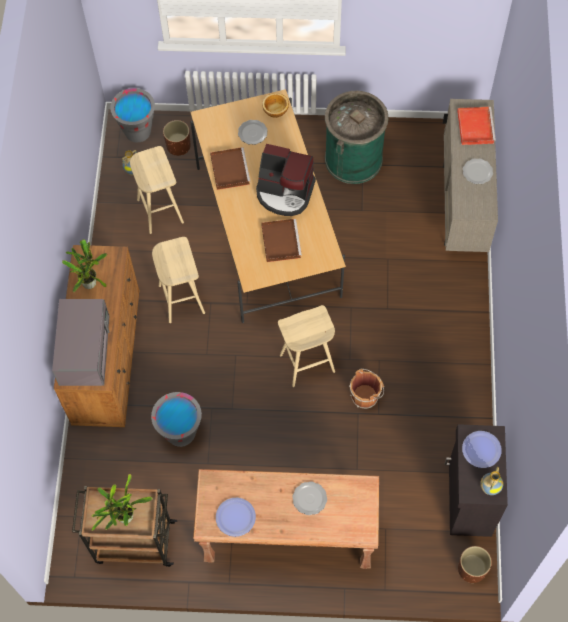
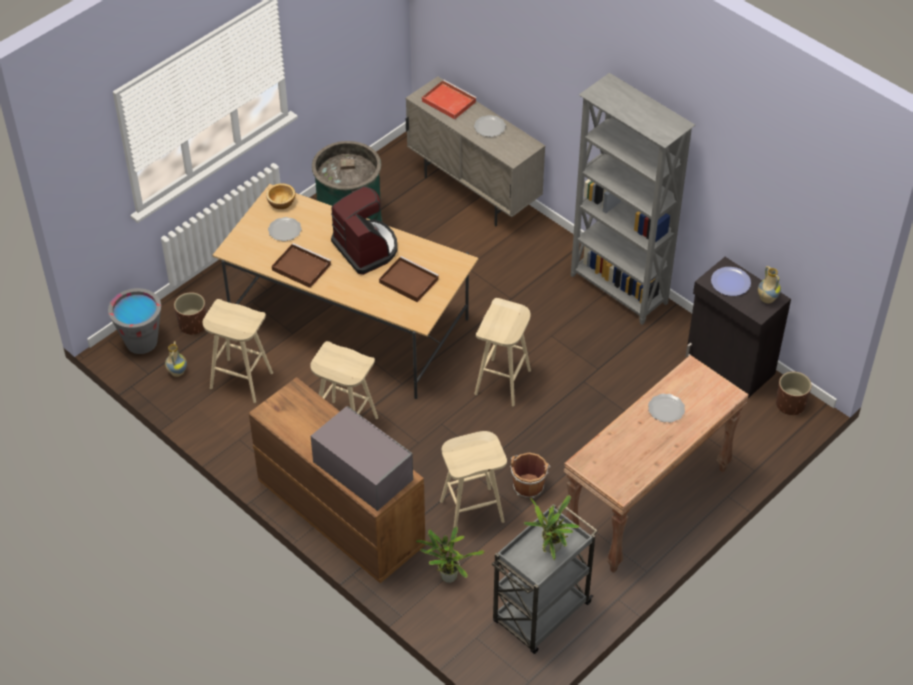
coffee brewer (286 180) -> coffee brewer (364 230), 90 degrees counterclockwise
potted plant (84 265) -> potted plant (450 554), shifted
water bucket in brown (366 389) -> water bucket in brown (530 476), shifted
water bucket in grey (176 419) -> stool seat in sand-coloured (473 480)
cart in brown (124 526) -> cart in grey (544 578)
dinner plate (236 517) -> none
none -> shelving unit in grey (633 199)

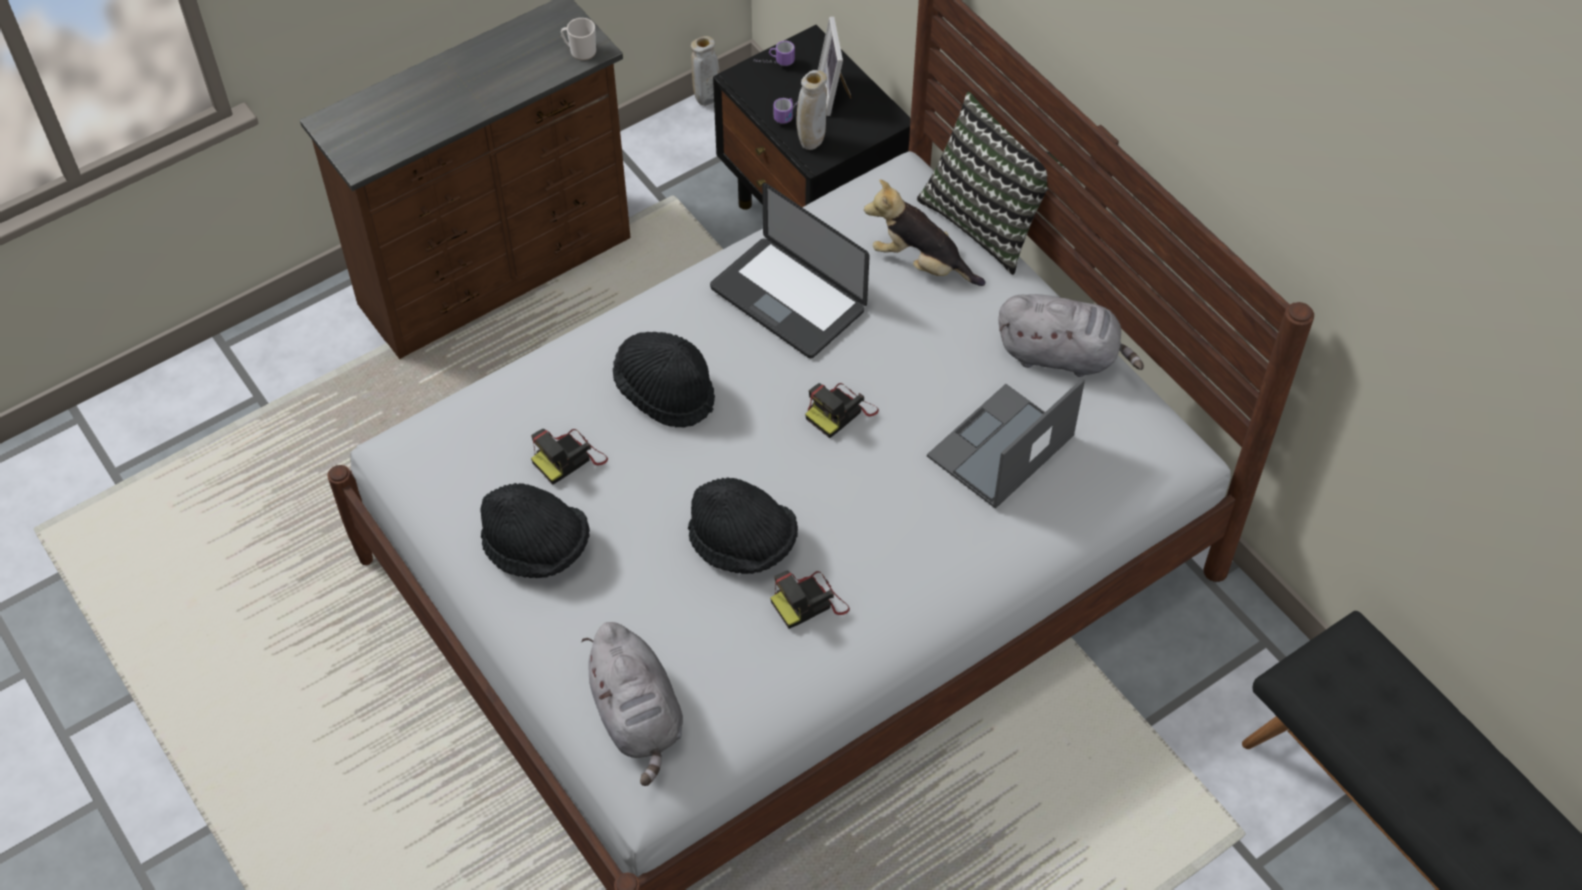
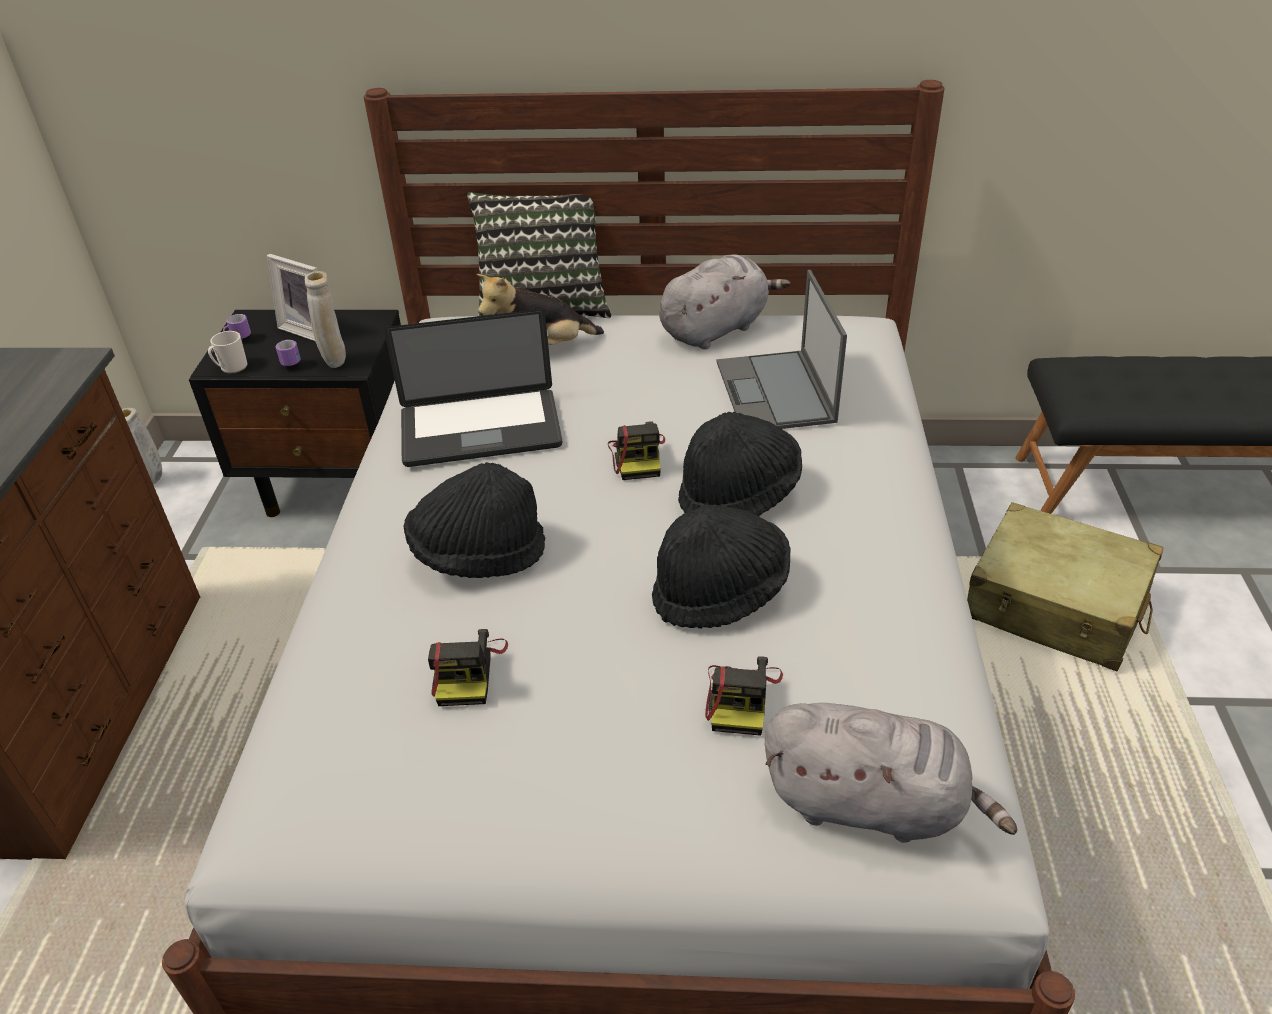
coffee mug (578 39) -> coffee mug (228 352), shifted
clothing hat in black (535 530) -> clothing hat in black (740 464), shifted
still camera (810 600) -> still camera (744 696), shifted
none -> piece of luggage in sand-coloured (1065 586)

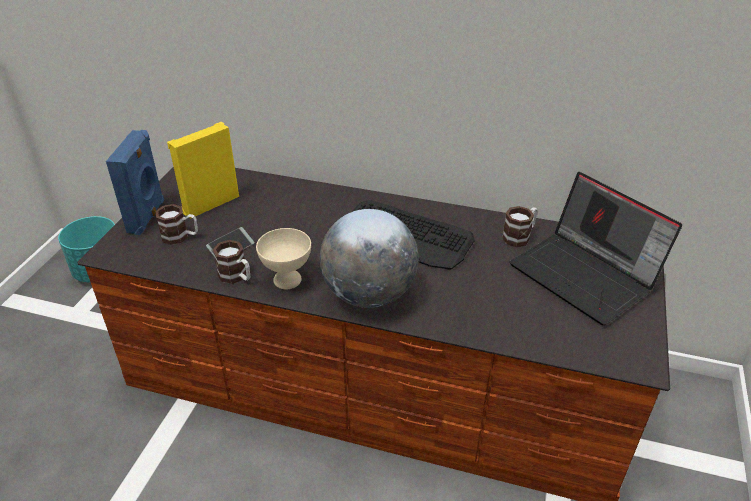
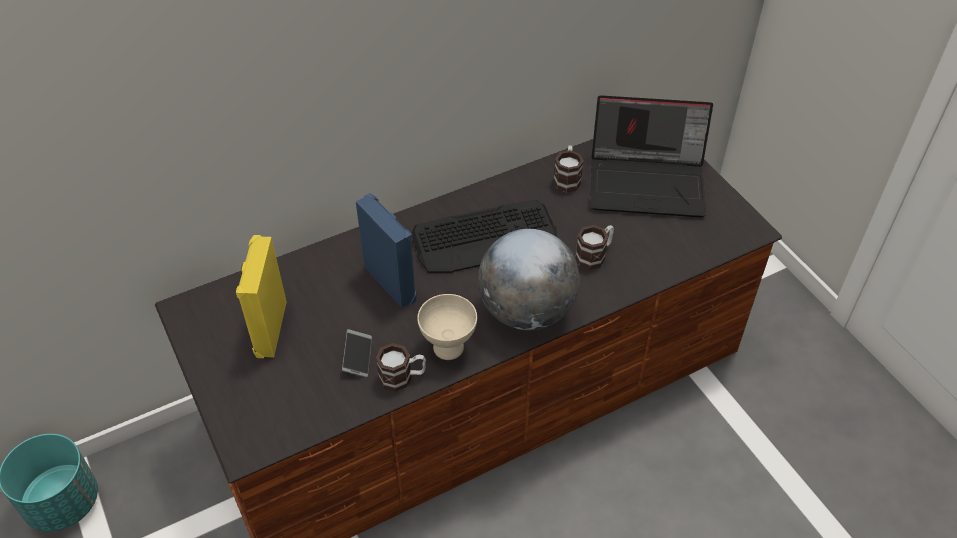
speaker in blue-coloured (135 182) -> speaker in blue-coloured (386 250), shifted
coffee mug (177 224) -> coffee mug (594 247), shifted

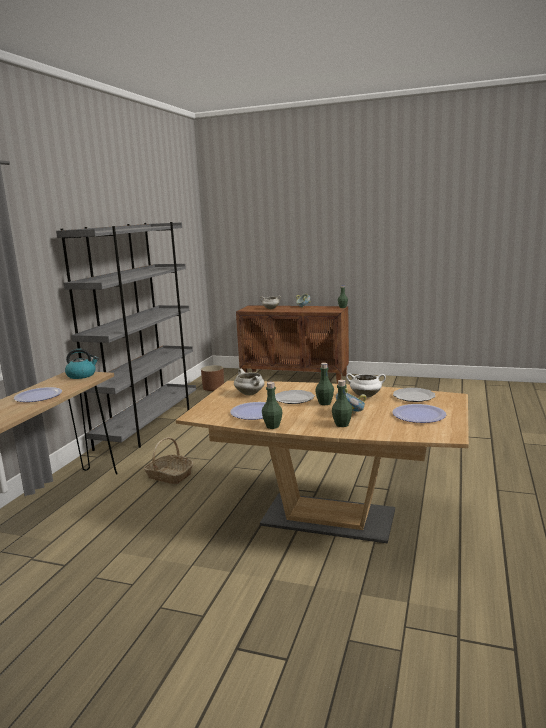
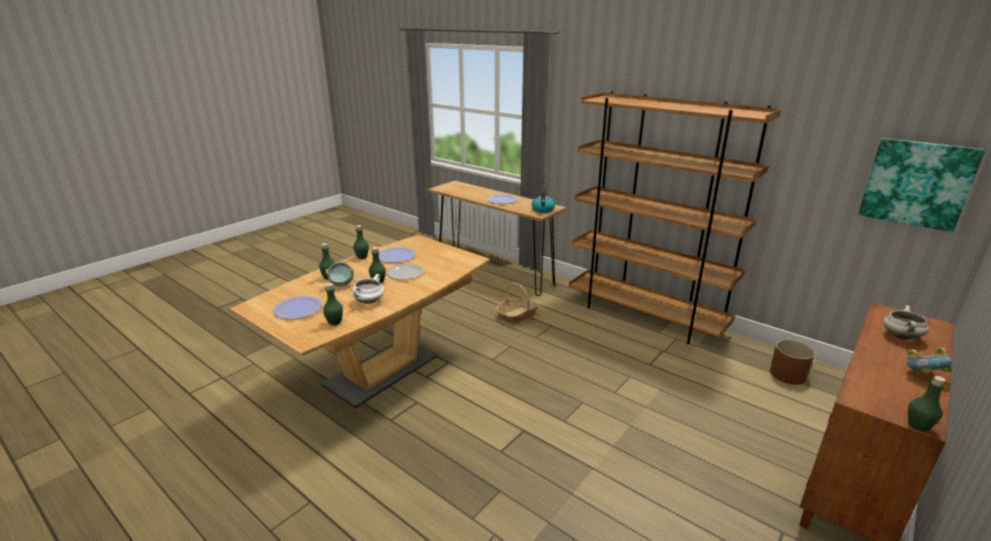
shelving unit in grey (126 336) -> shelving unit in brown (675 217)
saucepot in white-coloured (249 382) -> none
dinner plate (414 395) -> drink bottle in green (333 304)
none -> picture (921 185)

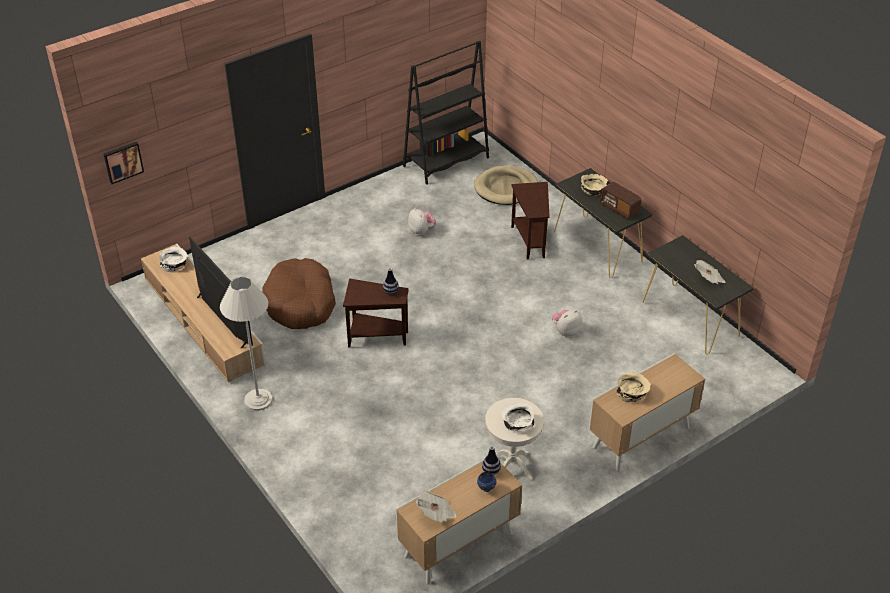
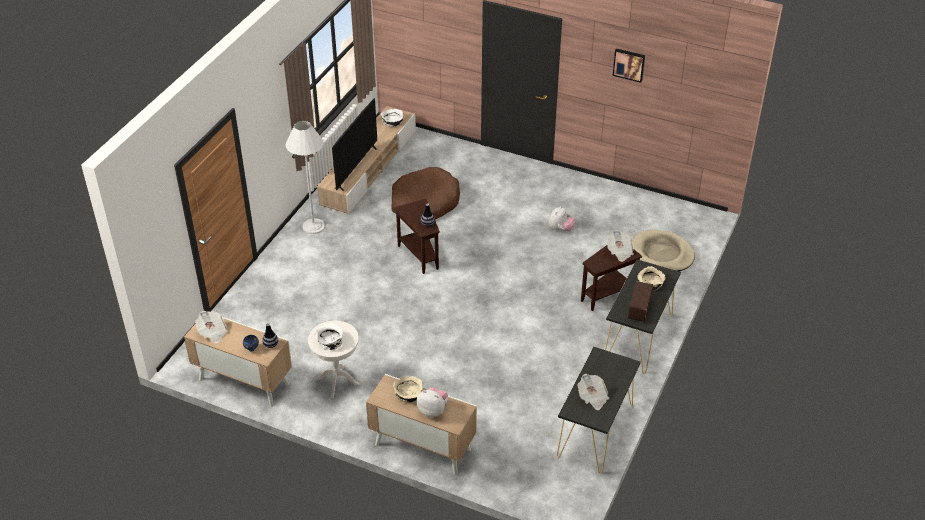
shelving unit in black (446 113) -> none
picture (124 163) -> picture (629 66), shifted
cuddly toy (567 323) -> cuddly toy (432 402), shifted
none -> daily paper (620 246)

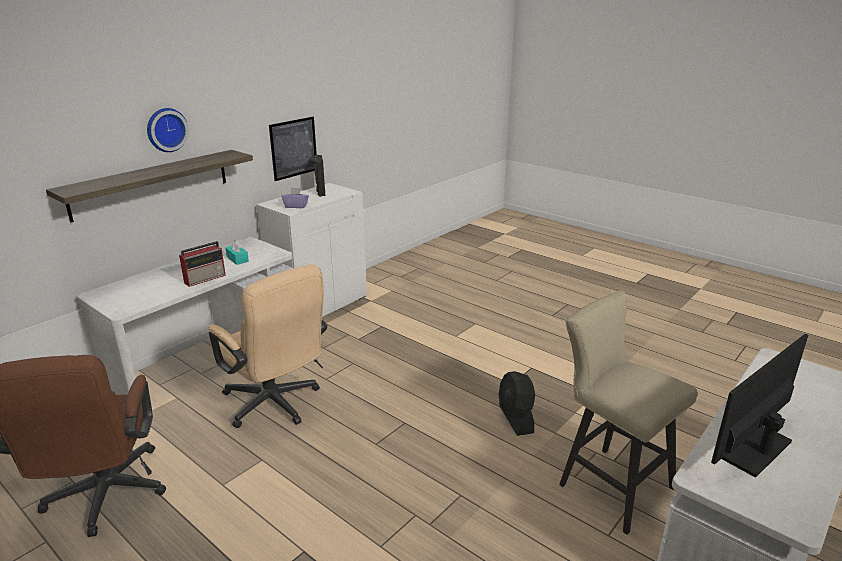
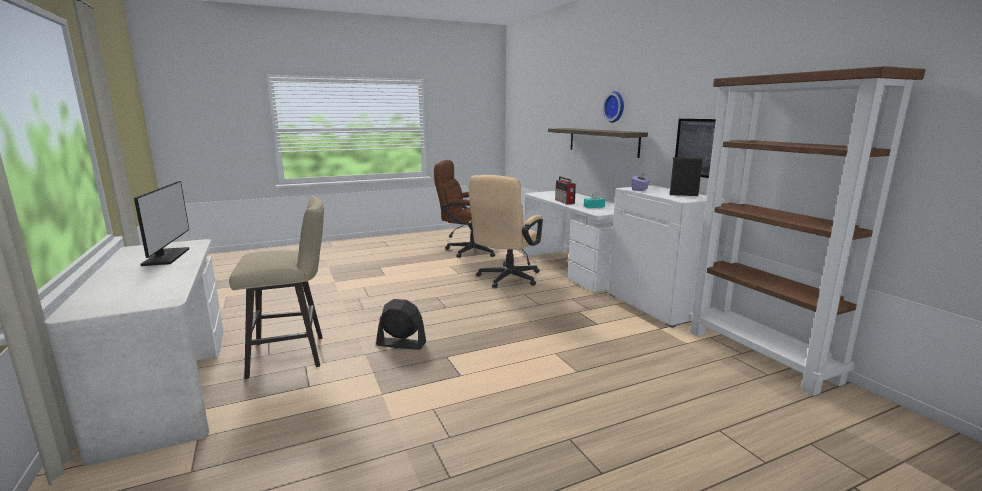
desk chair in sand-coloured (268 346) -> desk chair in sand-coloured (505 231), 45 degrees counterclockwise
none -> shelving unit in brown (807 231)

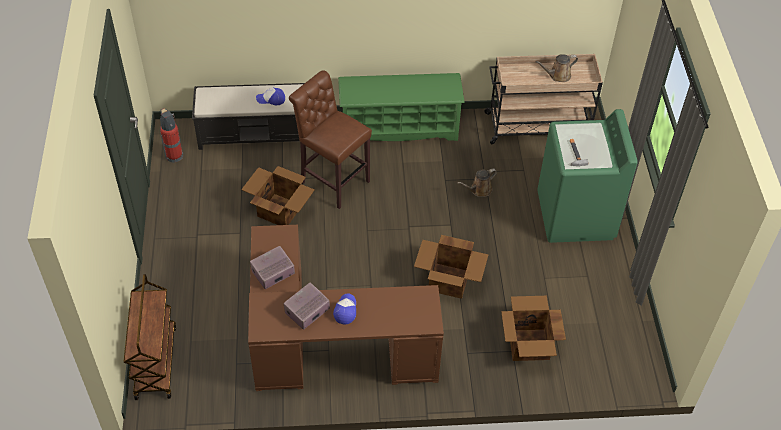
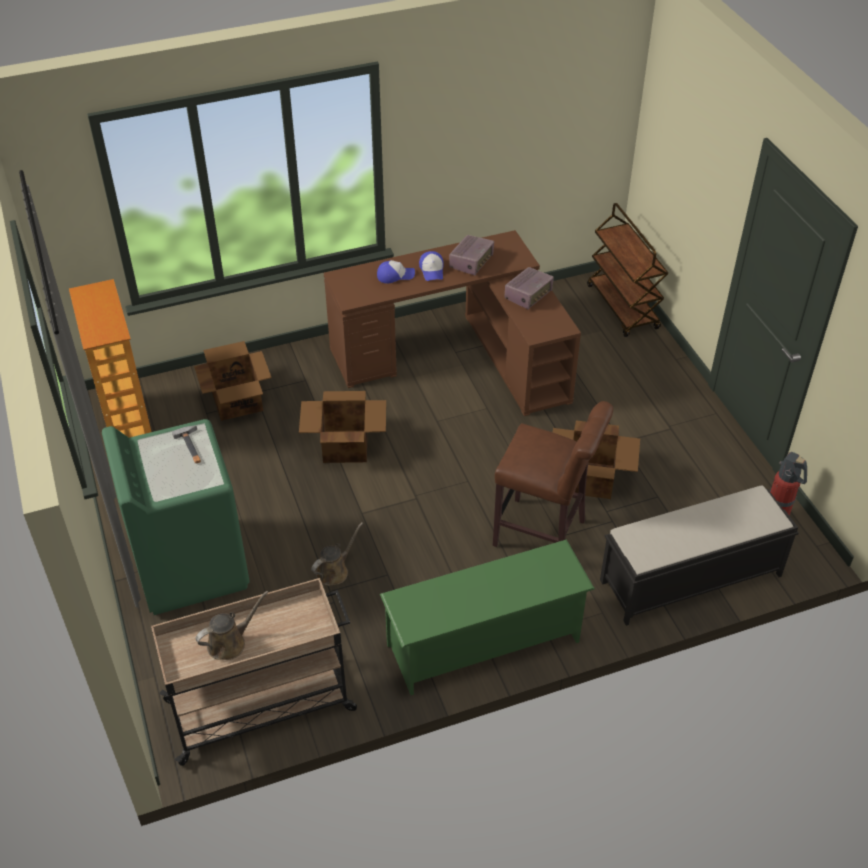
peaked cap (270 96) -> peaked cap (396 271), shifted
none -> shelving unit (110 358)

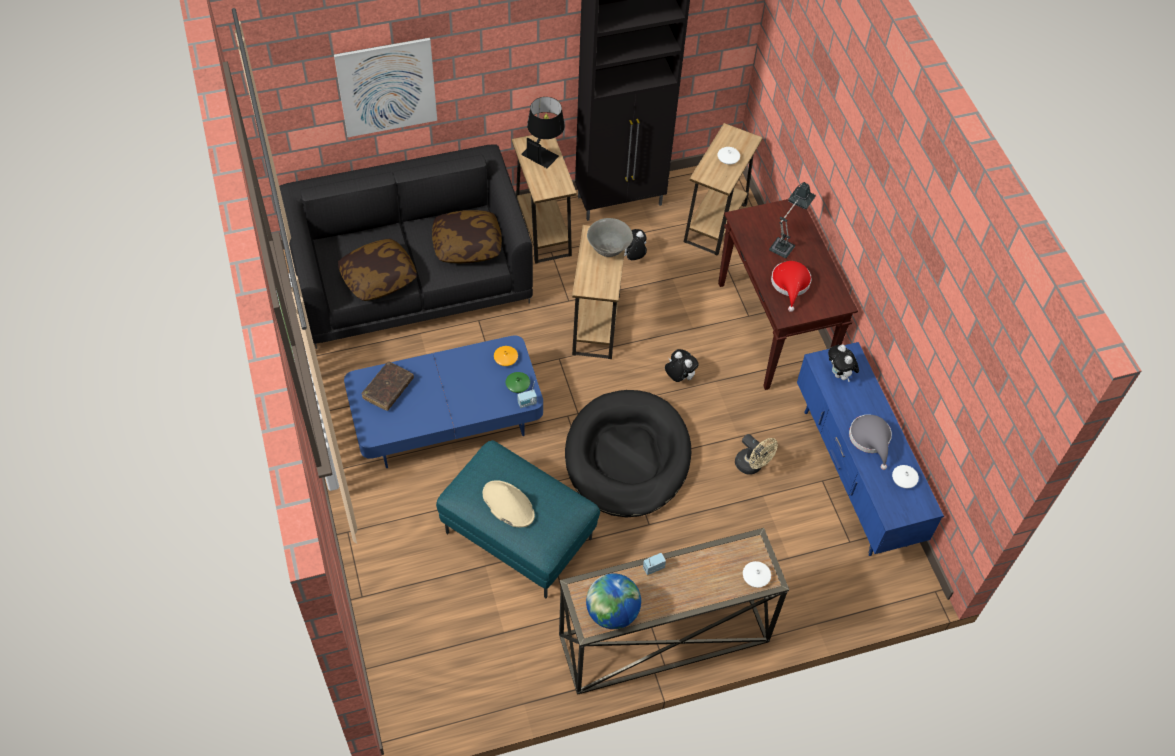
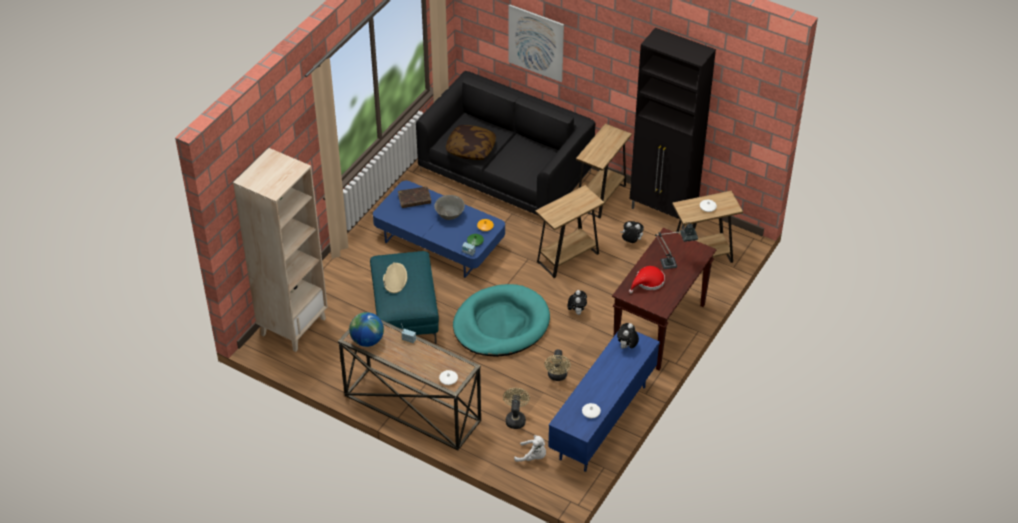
lamp for a table in black (543 132) -> none
throw pillow (467 236) -> none
bowl in grey (610 237) -> bowl in grey (449 207), shifted
pet bed in black (628 453) -> pet bed in blue-green (501 320)
clothing hat in grey (870 442) -> none
none -> shelving unit in sand-coloured (280 250)
none -> fan in sand-coloured (516 408)
none -> cuddly toy in white-coloured (530 448)

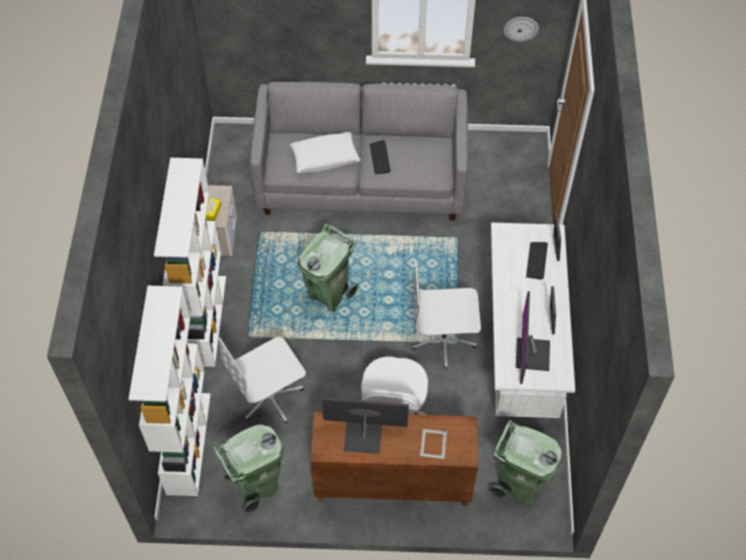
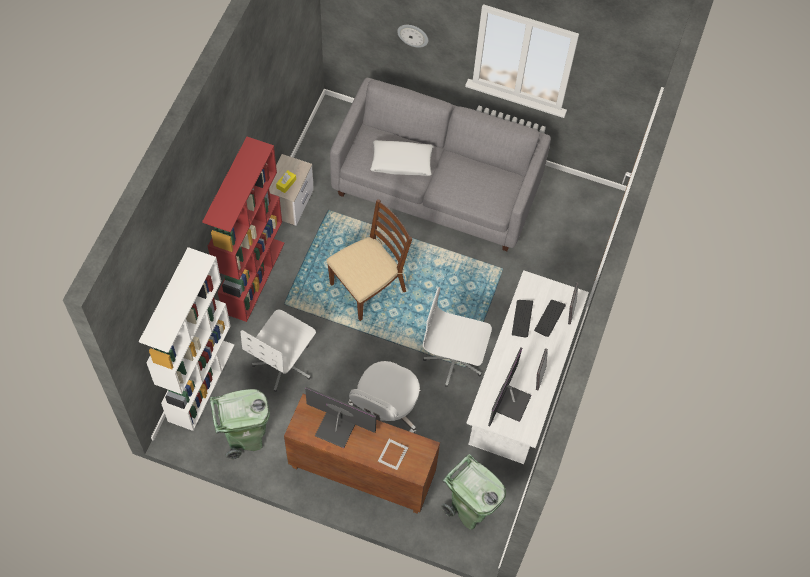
clock on the wall (521 29) -> clock on the wall (412 36), shifted
computer keyboard (380 157) -> computer keyboard (522 319), shifted
shelving unit in white-coloured (190 262) -> shelving unit in red-coloured (243 229)
rubbish bin in green (328 267) -> upright chair in brown (369 260)
desk chair in white-coloured (262 380) -> desk chair in white-coloured (278 351), 45 degrees counterclockwise

